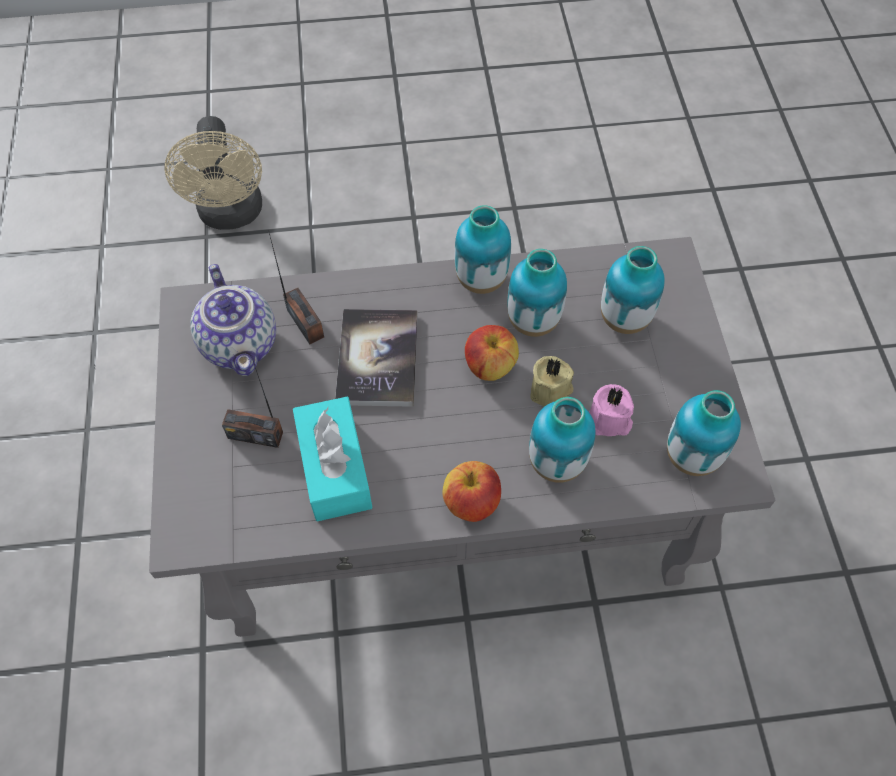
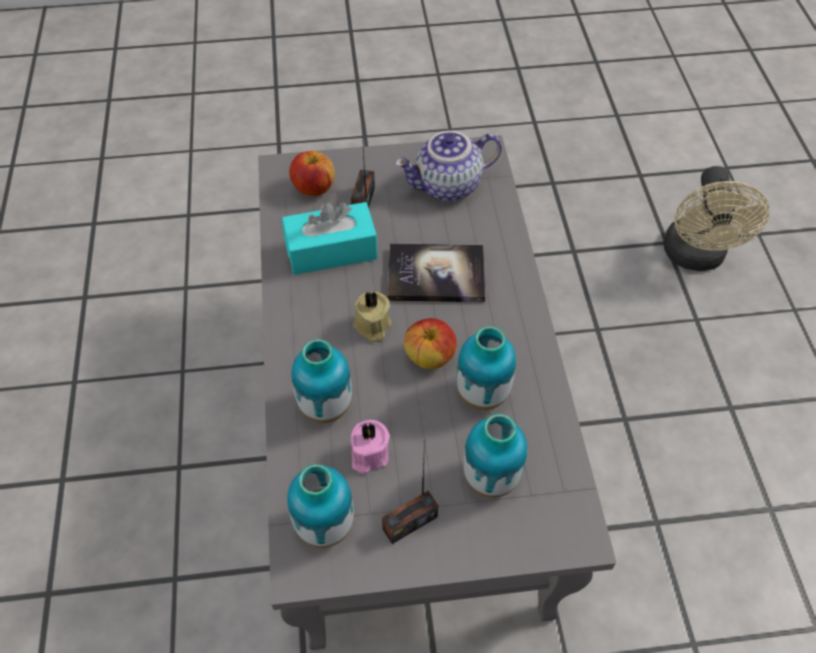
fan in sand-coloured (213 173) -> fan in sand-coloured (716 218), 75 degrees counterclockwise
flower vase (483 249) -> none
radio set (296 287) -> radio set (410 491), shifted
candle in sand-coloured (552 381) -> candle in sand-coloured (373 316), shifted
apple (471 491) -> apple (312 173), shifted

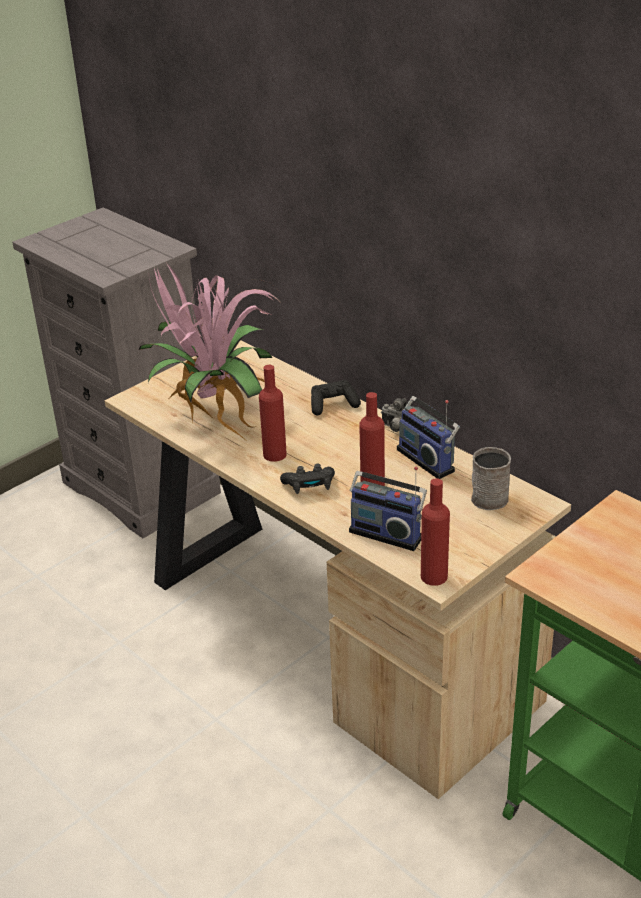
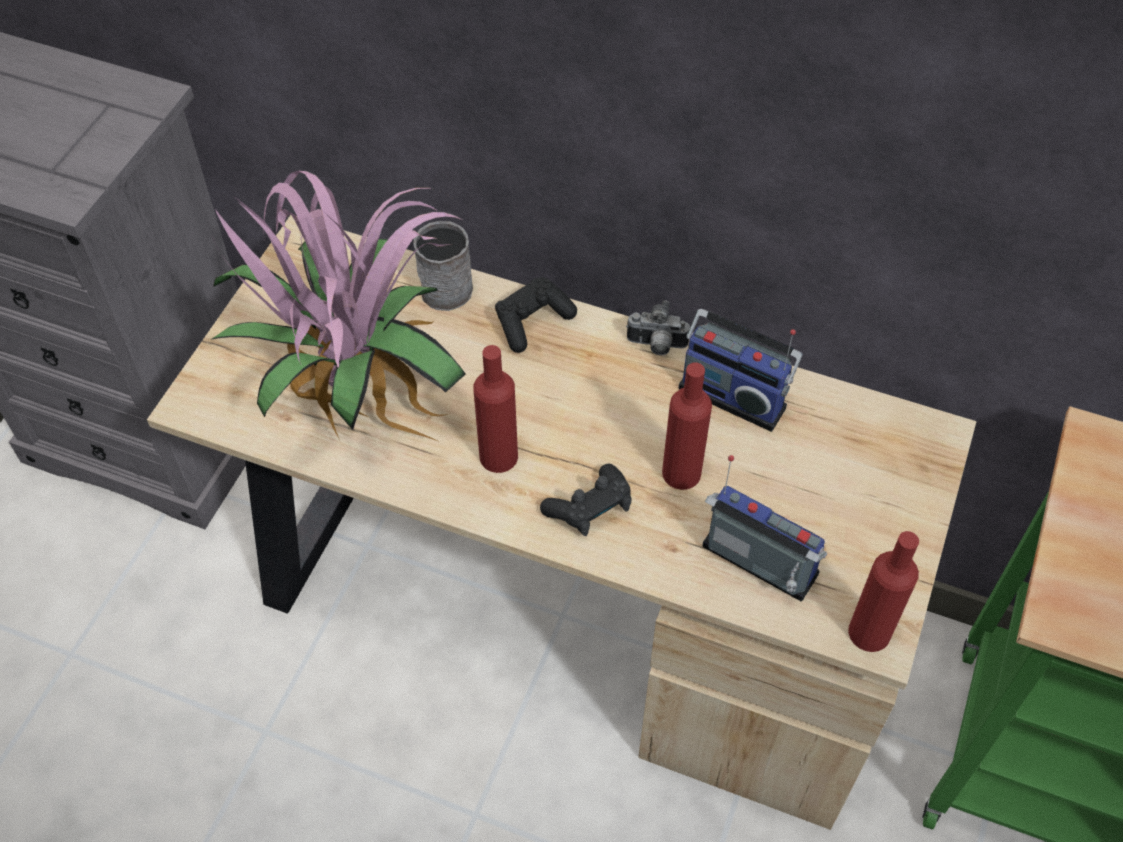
coffee mug in grey (491 478) -> coffee mug in grey (443 266), shifted
radio set (388 508) -> radio set (764 528), 150 degrees counterclockwise

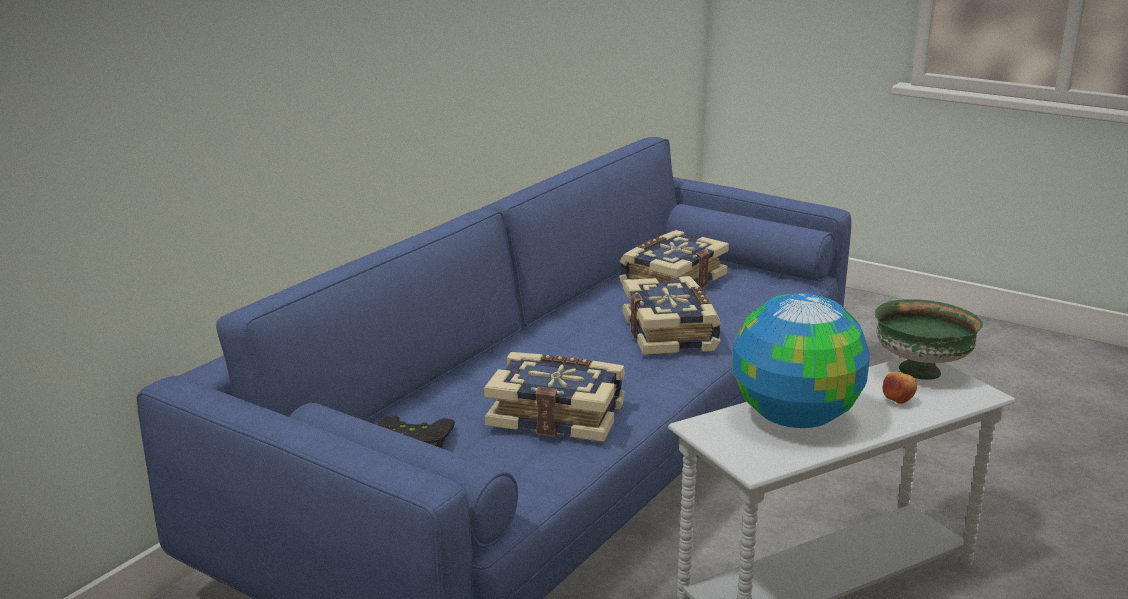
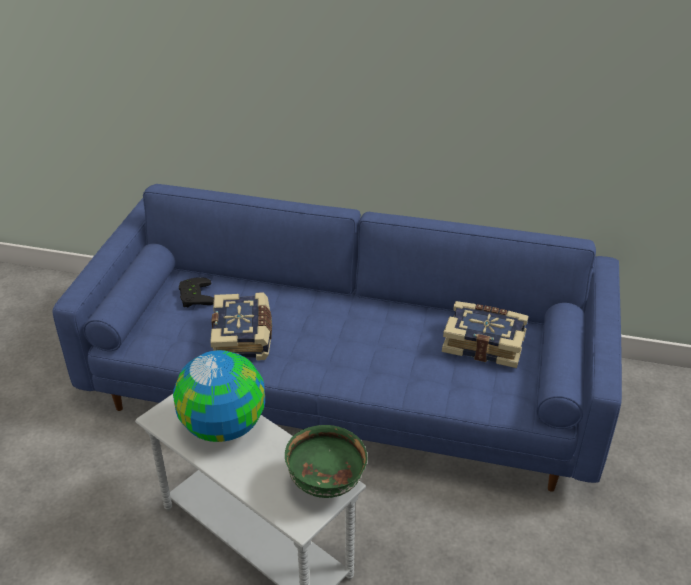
volume (672 315) -> none
apple (899 387) -> none

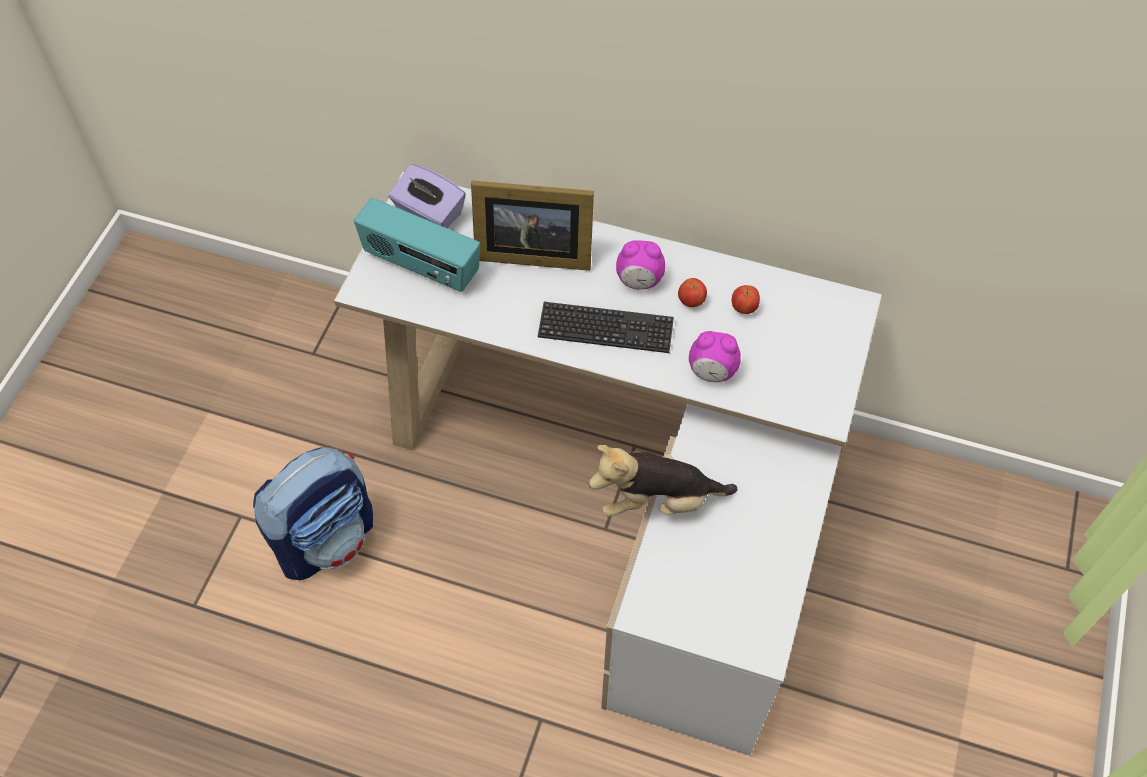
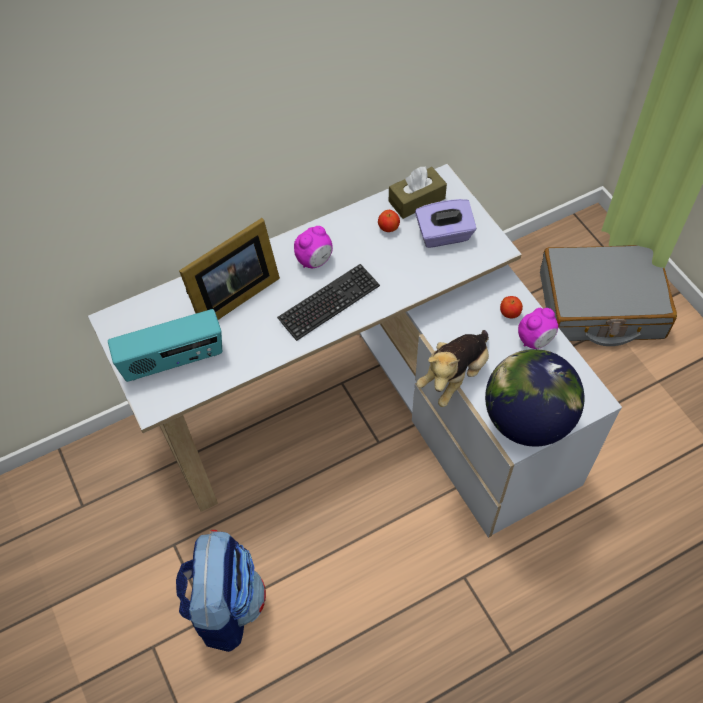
tissue holder in purplish (427 196) -> tissue holder in purplish (446 223), shifted
apple (692 292) -> apple (511 307), shifted
alarm clock (715 356) -> alarm clock (538 328), shifted
none -> tissue holder in brown (418 192)
none -> piece of luggage in grey (608 295)
none -> globe (535 398)

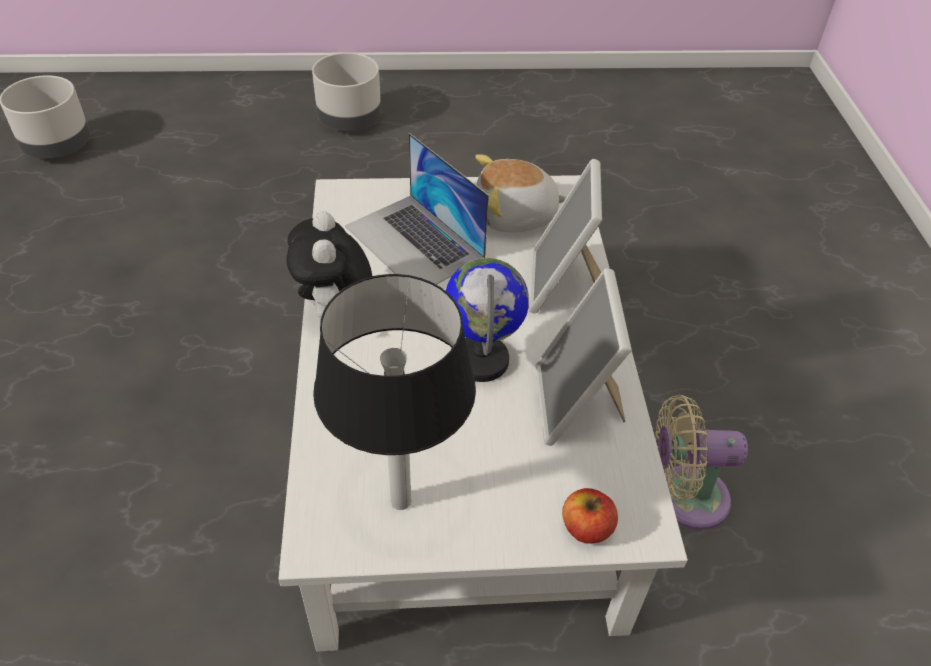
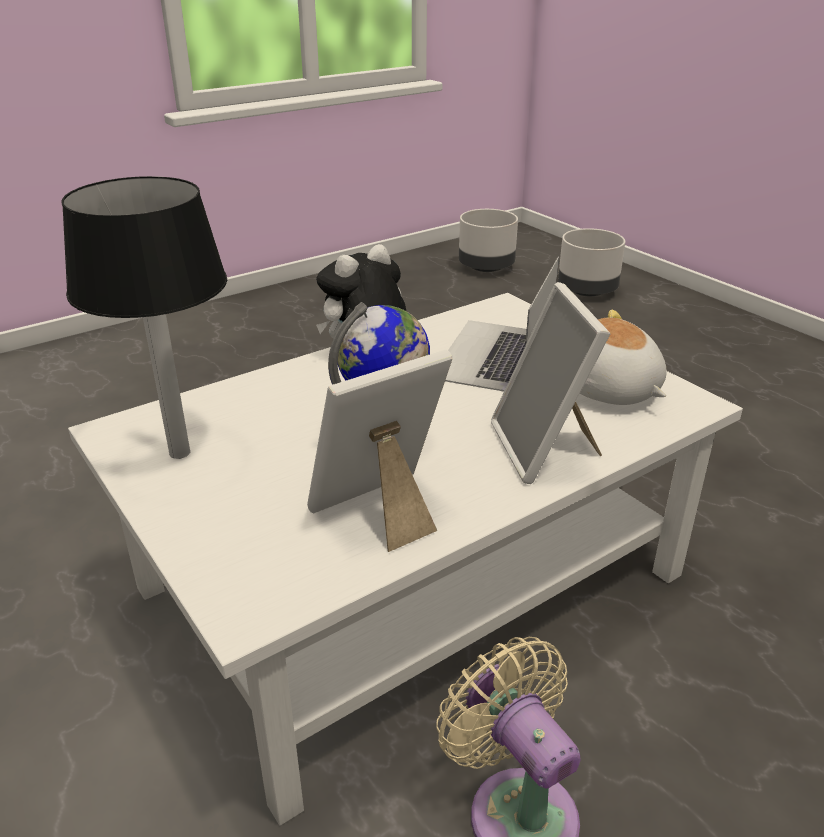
plant pot in grey (346 91) -> plant pot in grey (591 262), shifted
picture frame (565 236) -> picture frame (550 383), 75 degrees counterclockwise
apple (590 516) -> none

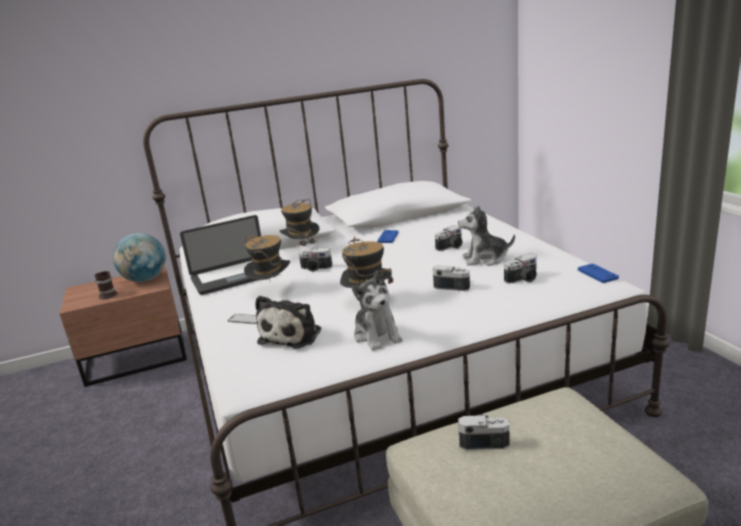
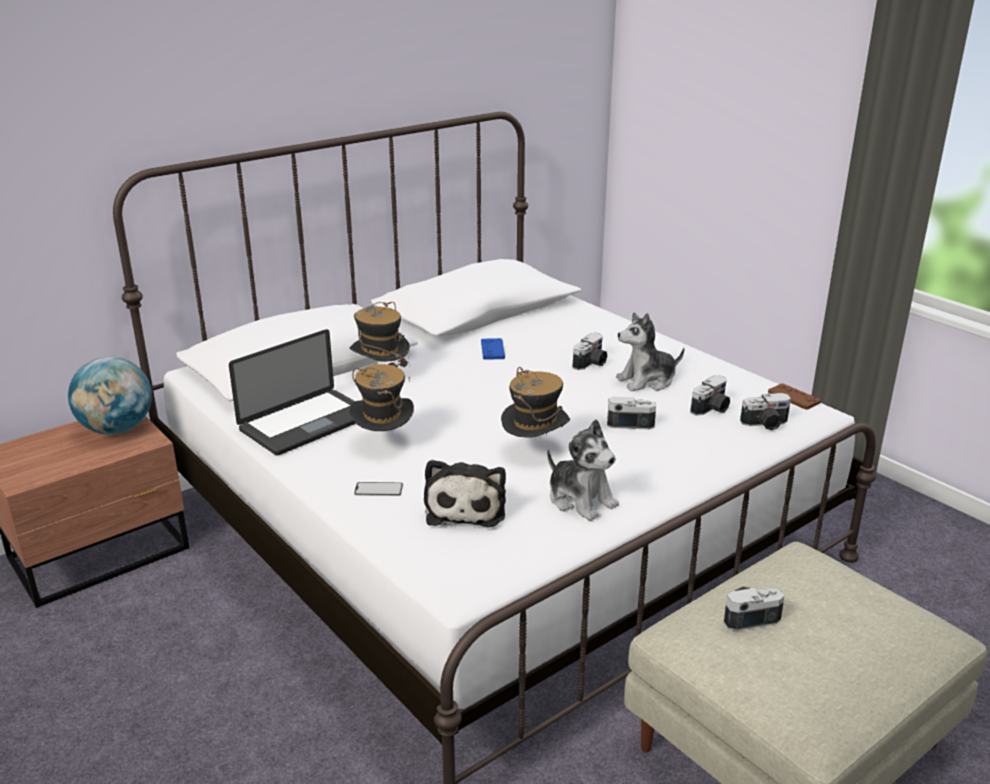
still camera (316 260) -> still camera (765 411), shifted
game controller in blue-coloured (598 273) -> game controller in brown (794 396)
coffee mug (106 285) -> none

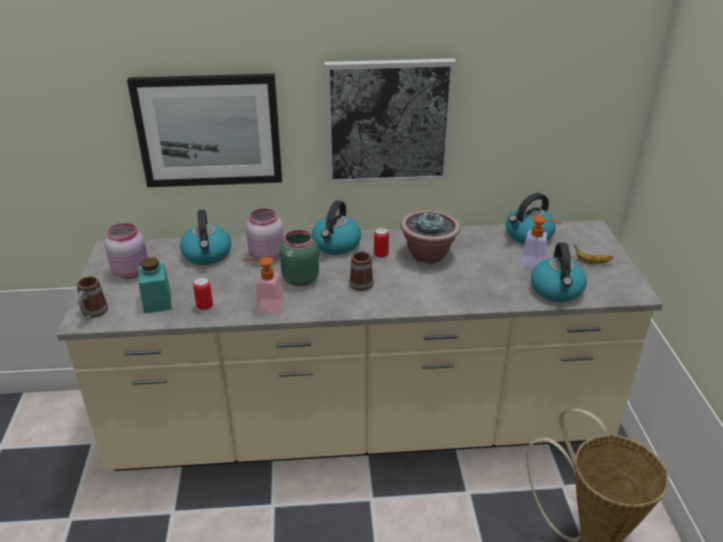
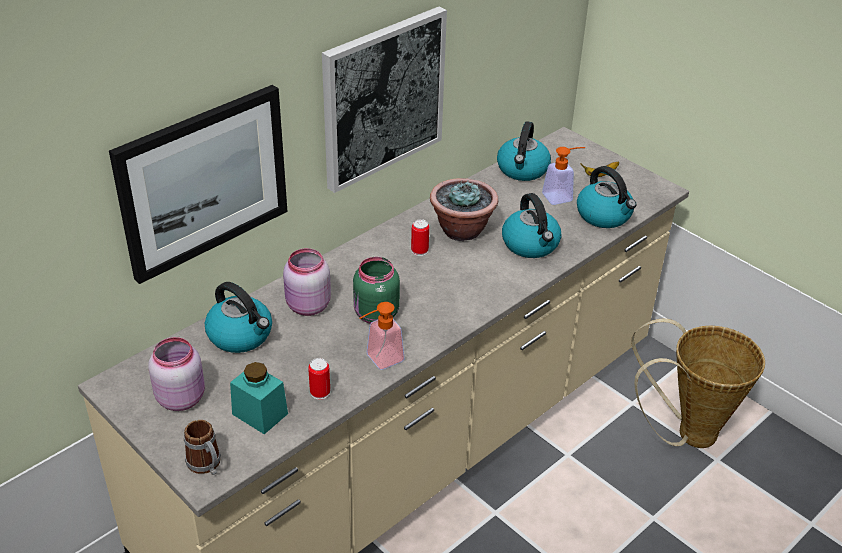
water kettle (336 227) -> water kettle (531 225), shifted
coffee mug (361 268) -> none

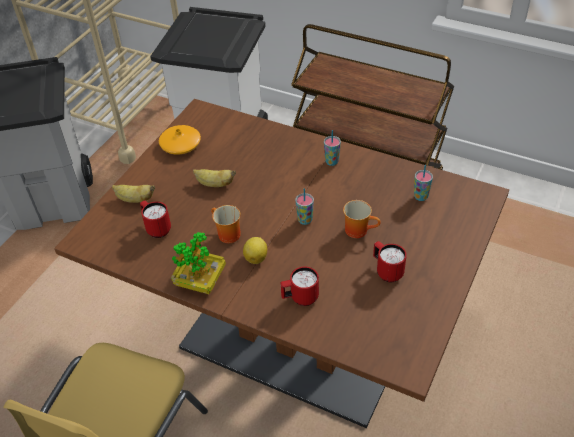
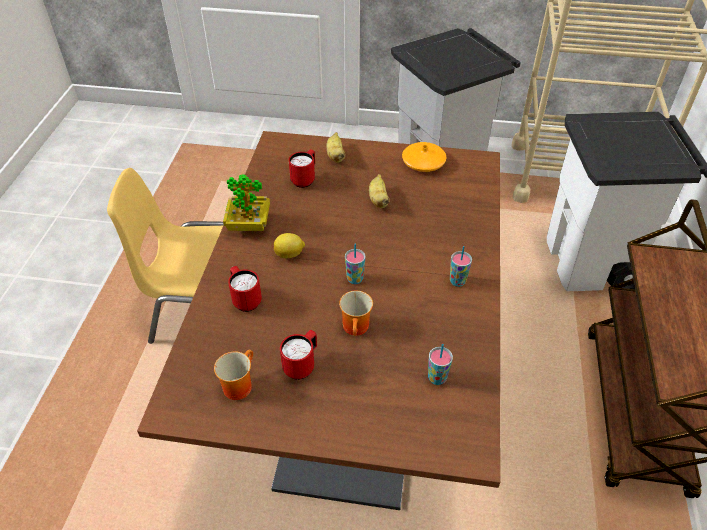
coffee mug (226 224) -> coffee mug (233 375), shifted

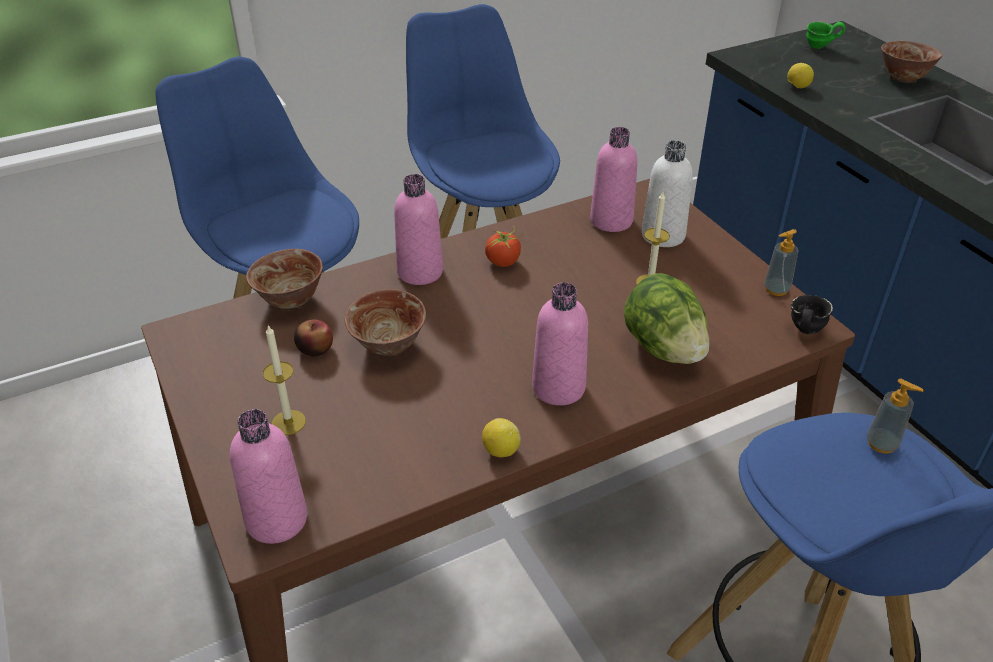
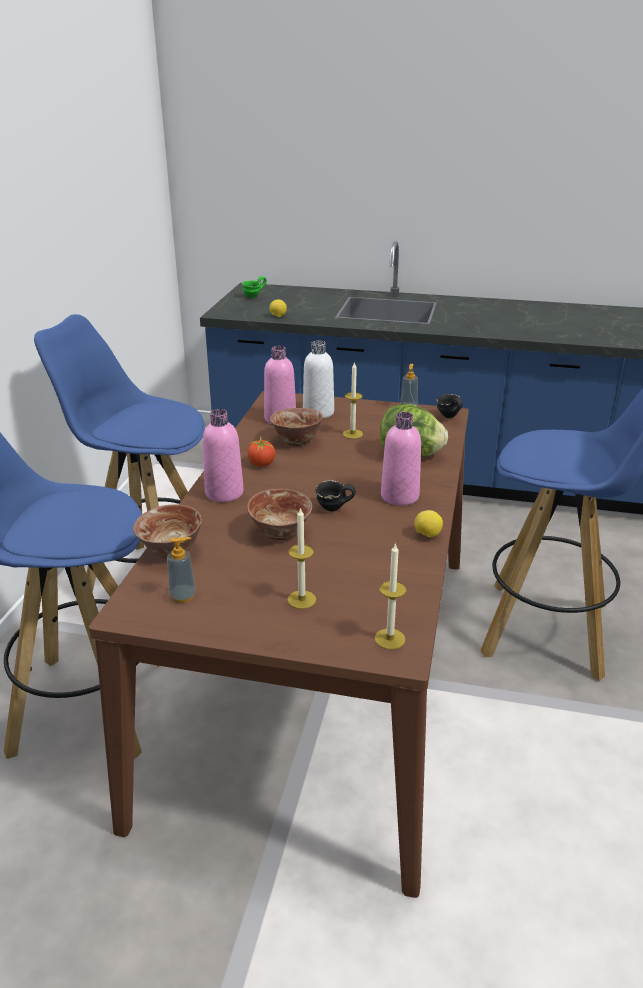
bowl (911 62) -> bowl (296 427), shifted
apple (313 337) -> none
soap dispenser (895 416) -> soap dispenser (181 570), shifted
drink bottle in pinkish (269 476) -> candle (391 596)
none -> coffee mug in black (336 495)

